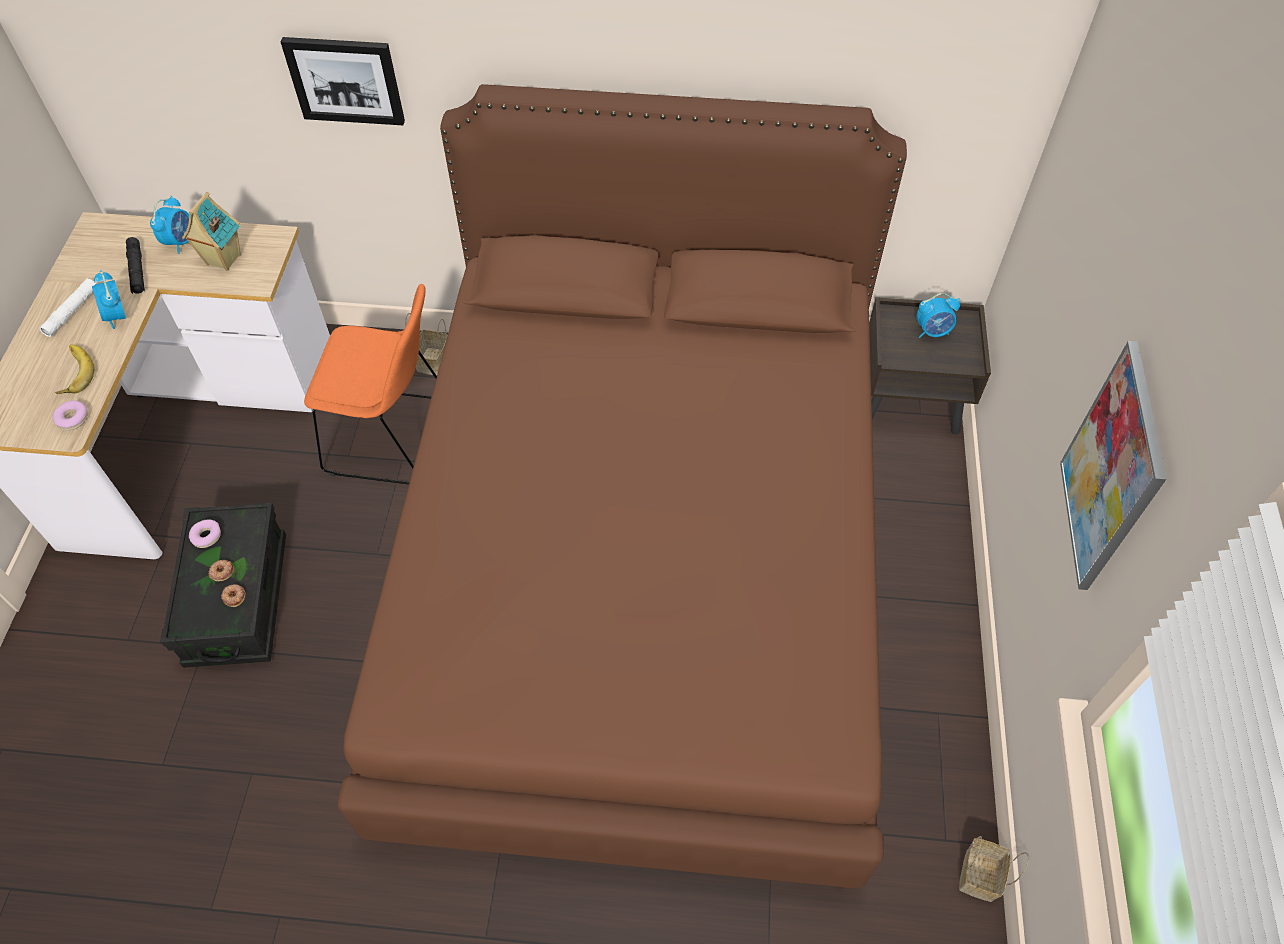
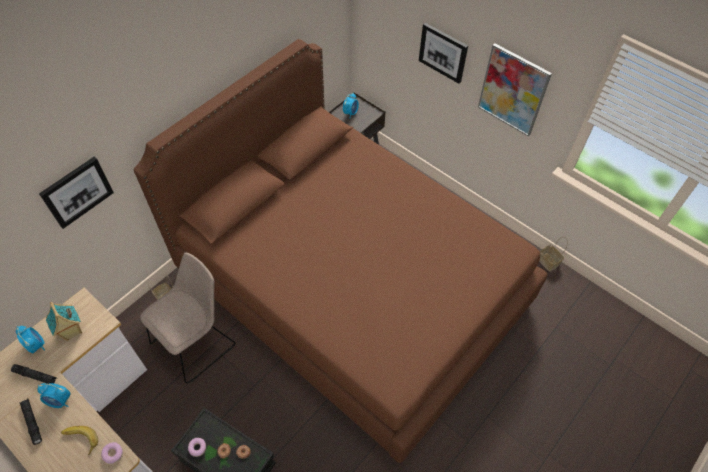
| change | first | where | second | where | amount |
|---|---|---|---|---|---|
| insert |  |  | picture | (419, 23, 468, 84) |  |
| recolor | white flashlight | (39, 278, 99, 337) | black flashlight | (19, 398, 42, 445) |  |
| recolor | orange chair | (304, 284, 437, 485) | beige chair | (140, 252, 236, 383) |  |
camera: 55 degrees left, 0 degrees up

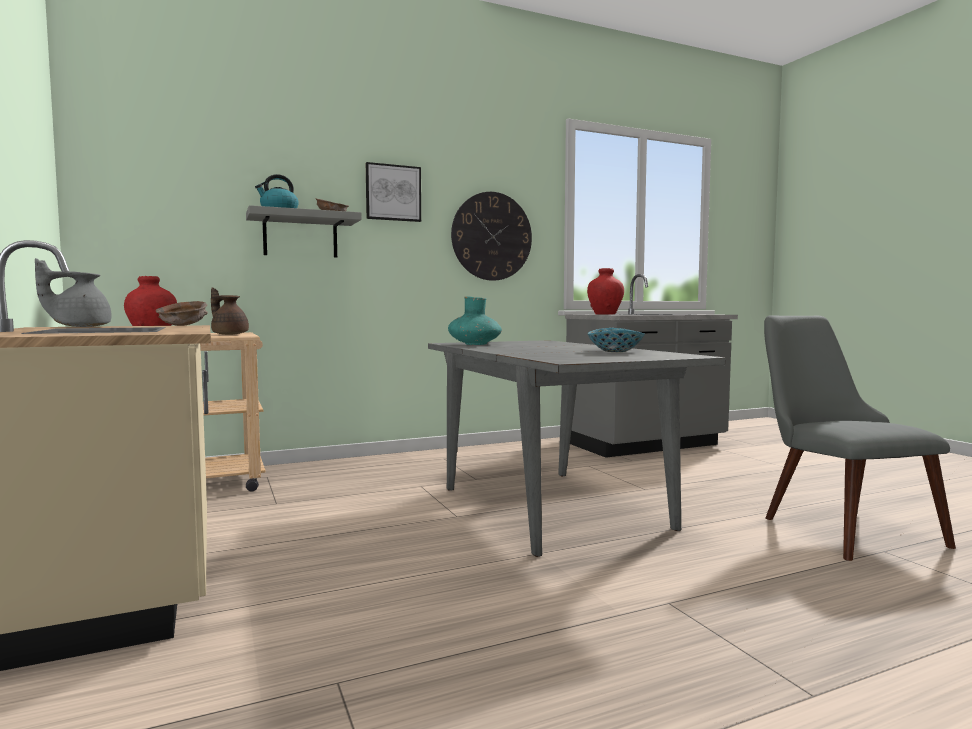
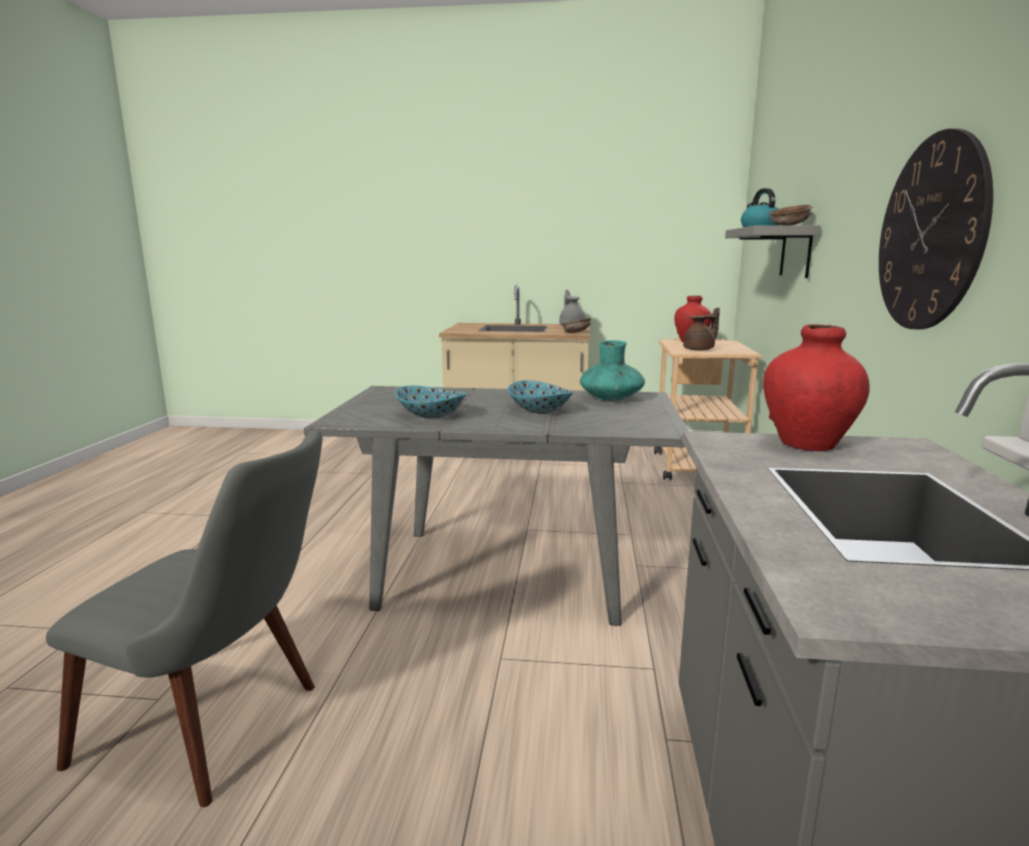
| change | first | where | second | where | amount |
|---|---|---|---|---|---|
| delete | picture | (366, 162, 421, 222) |  |  |  |
| insert |  |  | bowl | (507, 380, 573, 414) |  |
camera: 120 degrees right, 10 degrees up

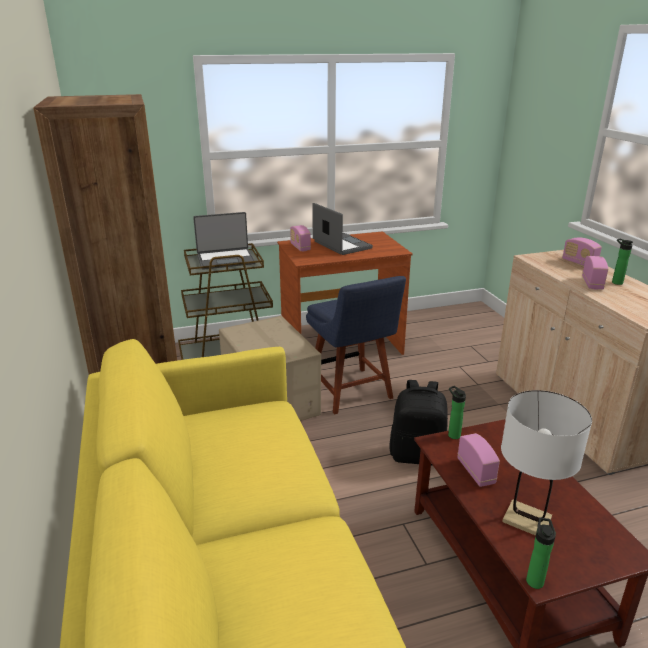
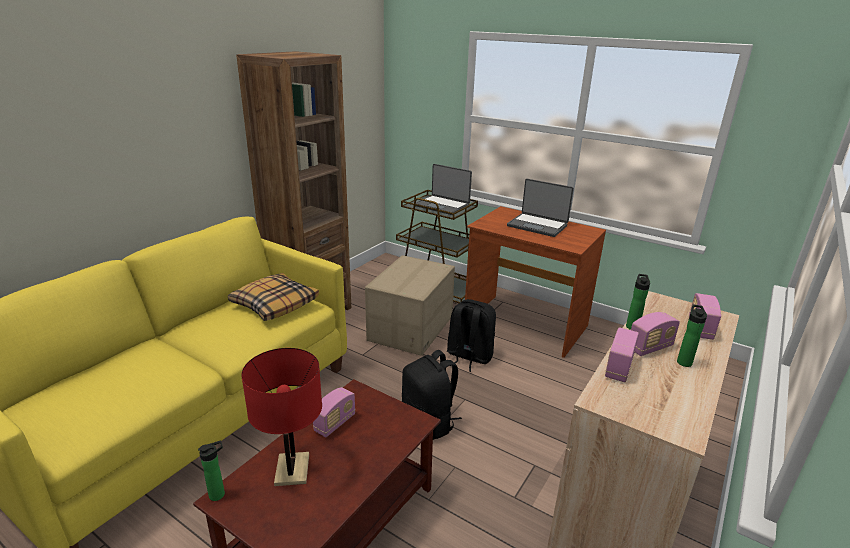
| change | first | where | second | where | amount |
|---|---|---|---|---|---|
| insert |  |  | pillow | (228, 273, 319, 321) |  |
| move | radio | (290, 225, 311, 251) |  | (605, 327, 639, 382) |  |
| move | bottle | (448, 386, 466, 439) |  | (626, 274, 650, 330) |  |
| replace | blue chair | (306, 276, 406, 415) | black backpack | (447, 299, 496, 372) |  |
| recolor | white table lamp | (501, 390, 592, 536) | red table lamp | (241, 348, 322, 486) |  |
| rotate | laptop | (312, 203, 373, 255) |  | (507, 179, 574, 237) | 105 degrees clockwise |
camera: 50 degrees right, 0 degrees up

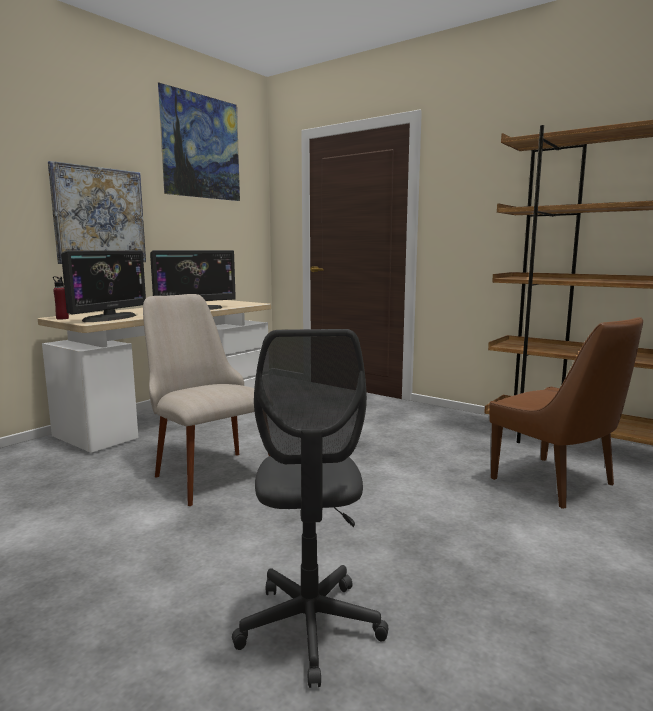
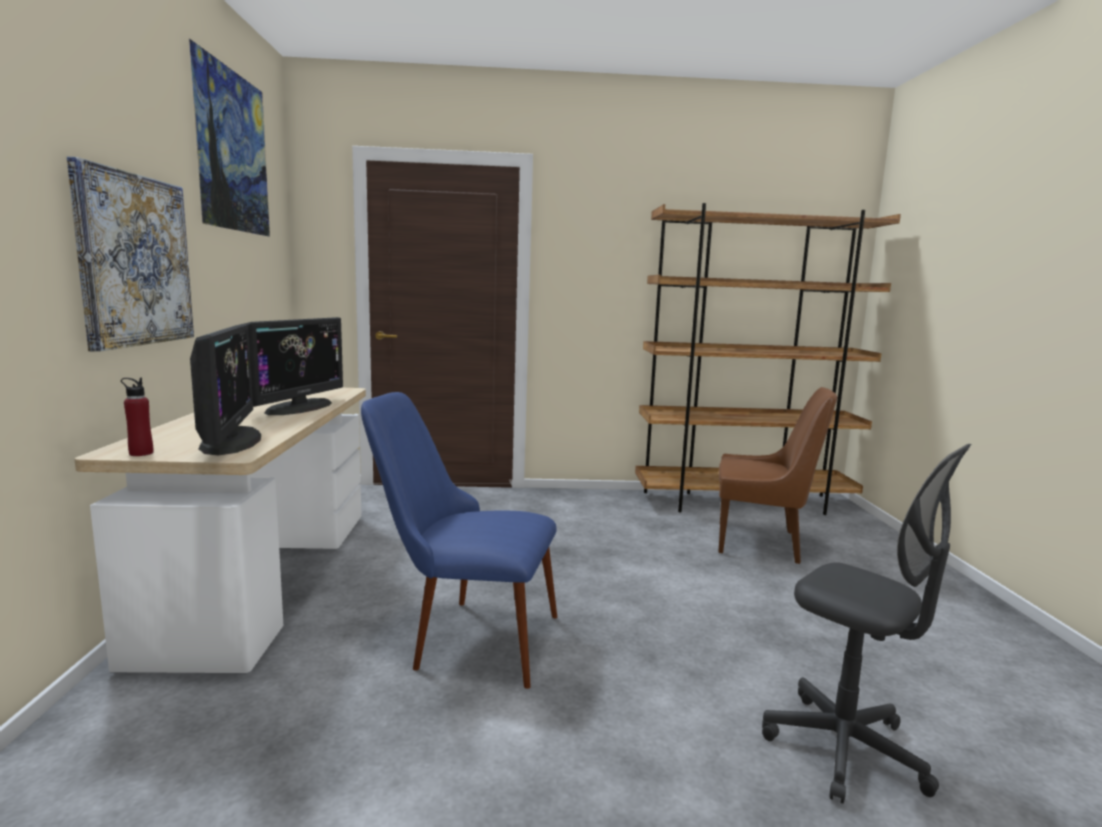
| change | first | where | second | where | amount |
|---|---|---|---|---|---|
| recolor | beige chair | (143, 294, 270, 506) | blue chair | (361, 392, 557, 689) |  |
camera: 40 degrees left, 0 degrees up

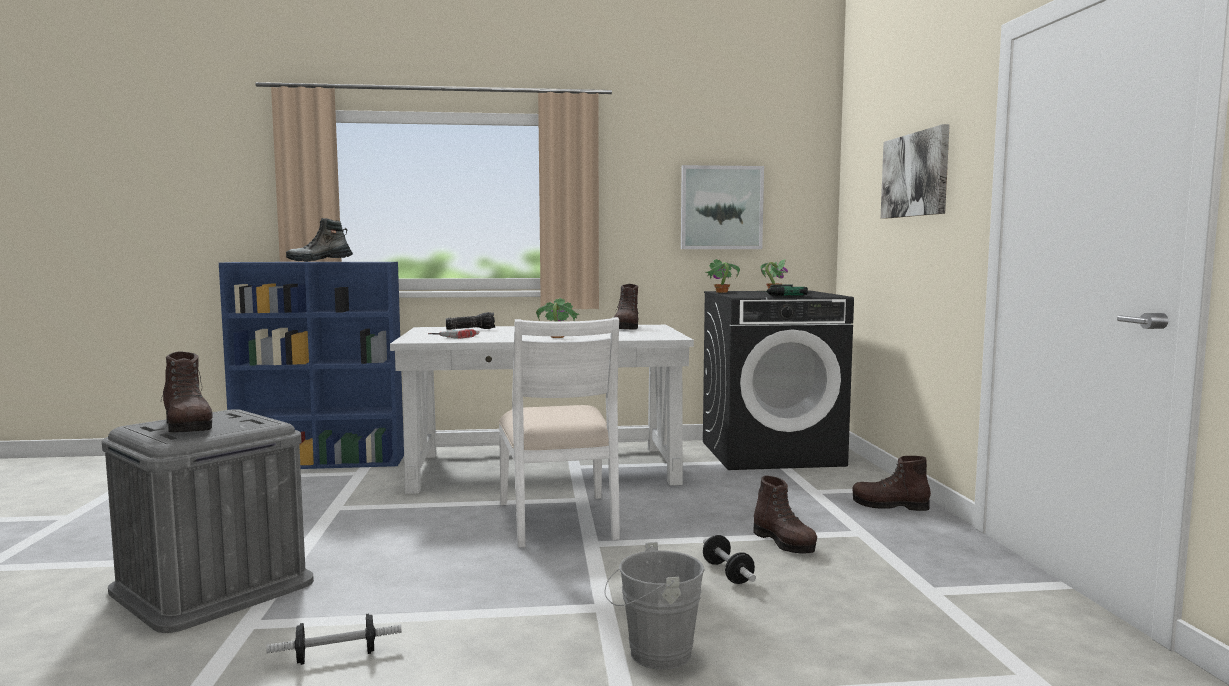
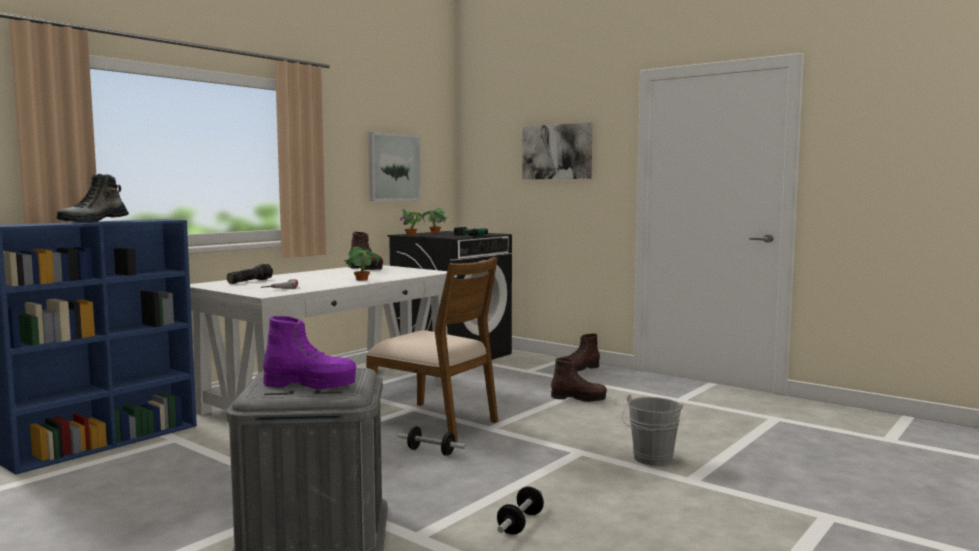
| change | first | where | second | where | amount |
|---|---|---|---|---|---|
| move | dumbbell | (703, 535, 756, 584) |  | (398, 426, 466, 456) |  |
| recolor | brown boot | (161, 351, 213, 432) | purple boot | (263, 316, 356, 389) |  |
| recolor | white chair | (499, 317, 620, 548) | brown chair | (366, 257, 498, 442) |  |
camera: 45 degrees left, 0 degrees up

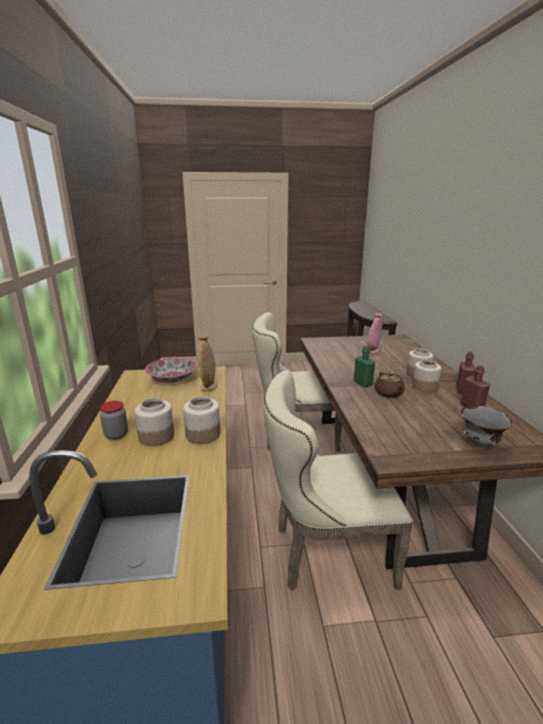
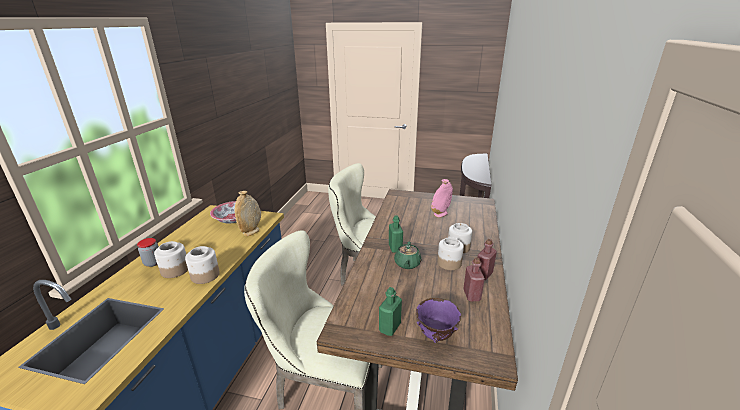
| change | first | where | second | where | amount |
|---|---|---|---|---|---|
| insert |  |  | green bottle | (379, 287, 402, 336) |  |
| recolor | brown teapot | (374, 372, 404, 398) | green teapot | (394, 242, 422, 269) |  |
| recolor | grey bowl | (461, 406, 512, 446) | purple bowl | (416, 298, 461, 343) |  |
camera: 20 degrees right, 5 degrees up

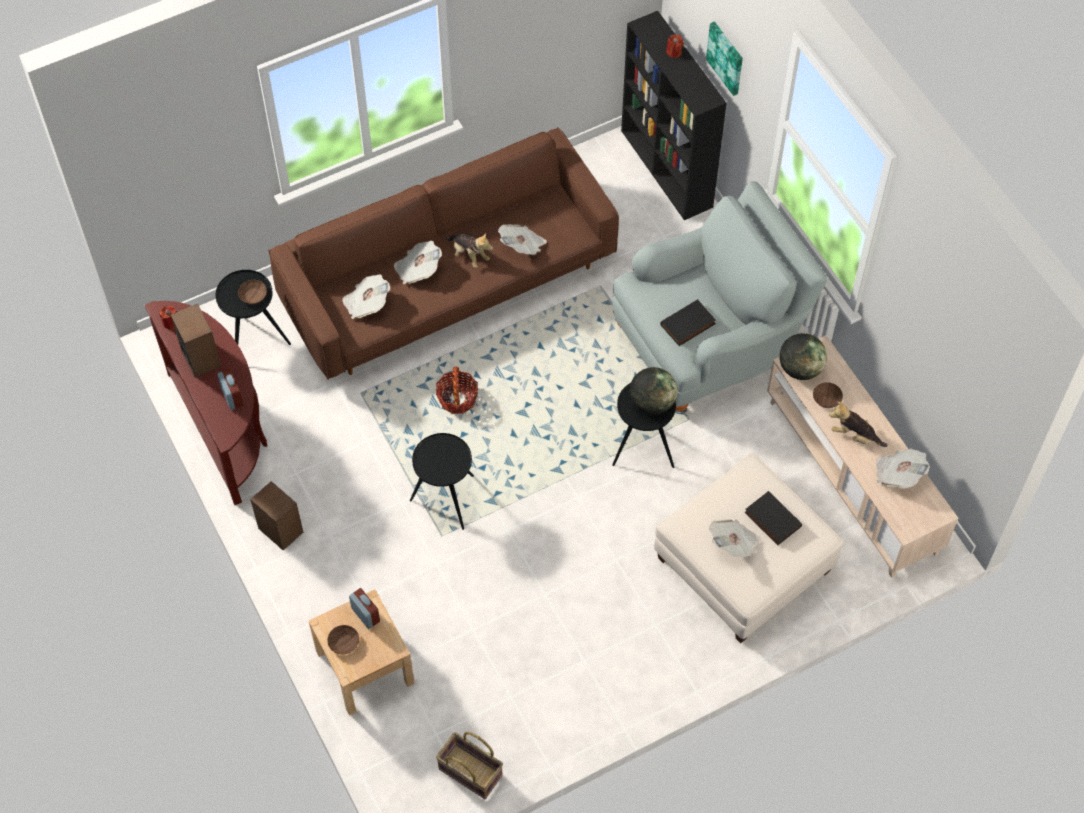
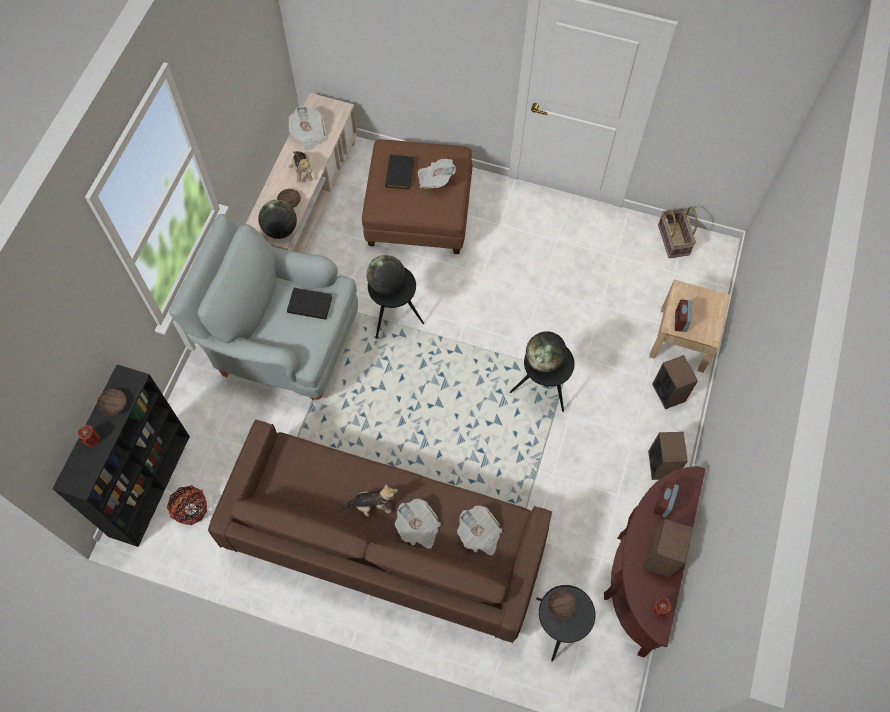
| change | first | where | second | where | amount |
|---|---|---|---|---|---|
| delete | newspaper | (498, 225, 547, 255) |  |  |  |
| delete | picture | (706, 21, 743, 96) |  |  |  |
| insert |  |  | globe | (526, 331, 567, 372) |  |
| insert |  |  | speaker | (652, 355, 698, 409) |  |
| move | brown bowl | (327, 625, 359, 654) |  | (97, 389, 126, 416) |  |
| move | basket | (436, 366, 478, 414) |  | (167, 485, 207, 525) |  |
| recolor | white ottoman | (654, 453, 843, 643) | brown ottoman | (362, 139, 472, 254) |  |
| rotate | plush toy | (445, 233, 493, 268) |  | (343, 484, 398, 517) | 90 degrees clockwise |
camera: 135 degrees left, 5 degrees up

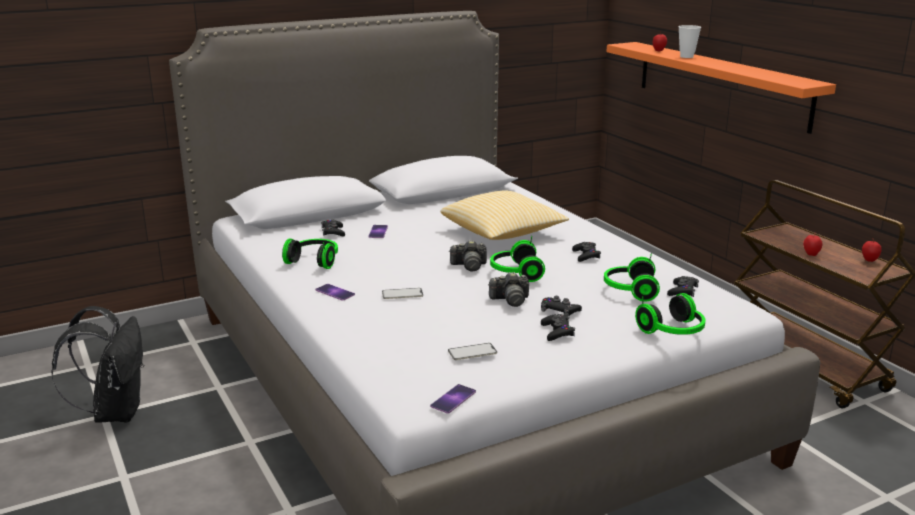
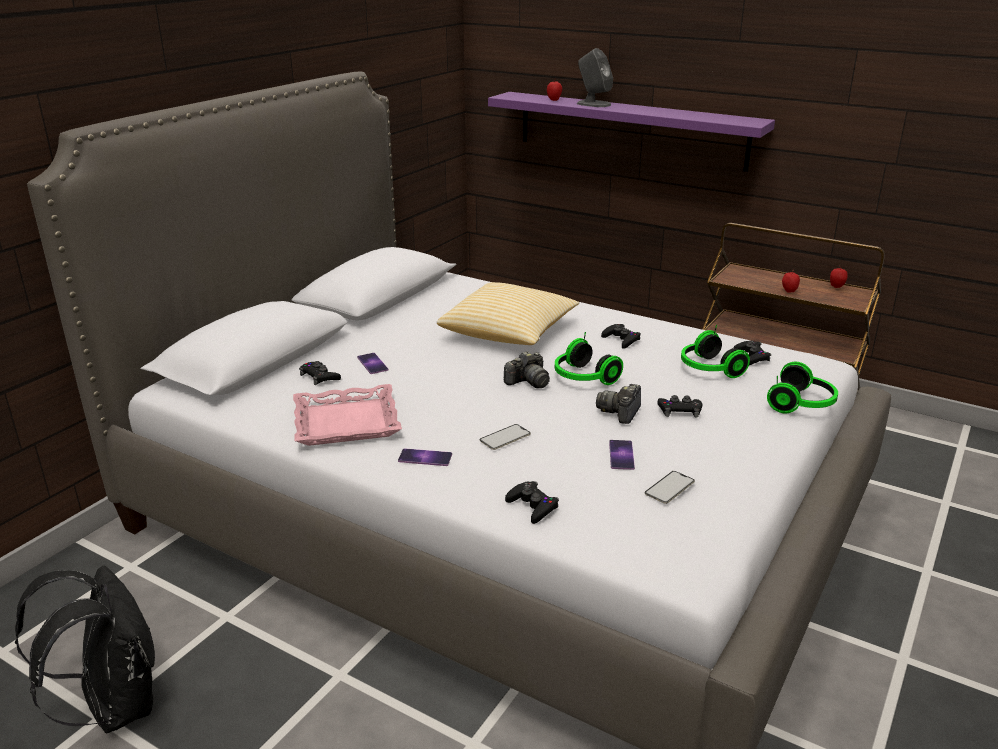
| change | first | where | second | where | amount |
|---|---|---|---|---|---|
| move | phone | (430, 384, 476, 414) |  | (609, 440, 635, 470) |  |
| move | black game controller | (541, 314, 575, 341) |  | (505, 481, 559, 524) |  |
| replace | headphones | (282, 239, 338, 269) | pink tray | (293, 384, 402, 446) |  |
| replace | cup | (678, 25, 701, 58) | grey speaker | (577, 48, 613, 107) |  |
| recolor | orange shelf | (607, 42, 836, 134) | purple shelf | (488, 92, 775, 172) |  |
| rotate | photo camera | (488, 272, 529, 307) |  | (596, 384, 641, 424) | 150 degrees clockwise |
camera: 30 degrees left, 5 degrees up

